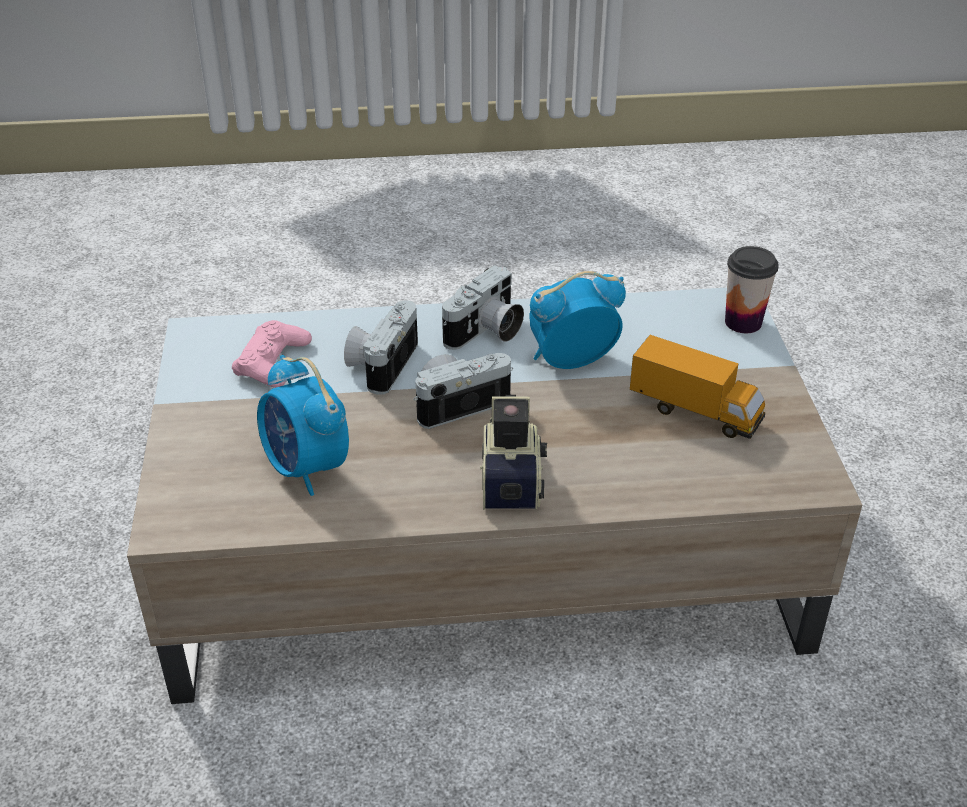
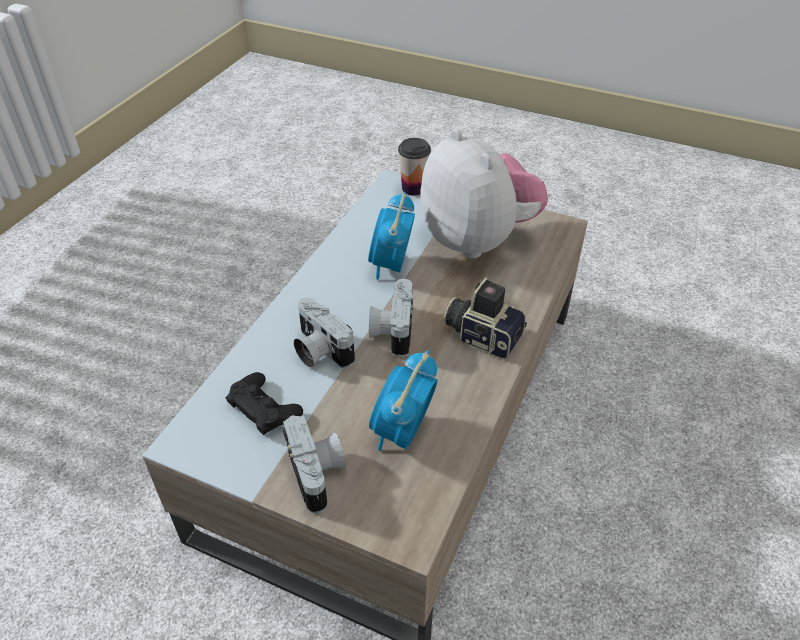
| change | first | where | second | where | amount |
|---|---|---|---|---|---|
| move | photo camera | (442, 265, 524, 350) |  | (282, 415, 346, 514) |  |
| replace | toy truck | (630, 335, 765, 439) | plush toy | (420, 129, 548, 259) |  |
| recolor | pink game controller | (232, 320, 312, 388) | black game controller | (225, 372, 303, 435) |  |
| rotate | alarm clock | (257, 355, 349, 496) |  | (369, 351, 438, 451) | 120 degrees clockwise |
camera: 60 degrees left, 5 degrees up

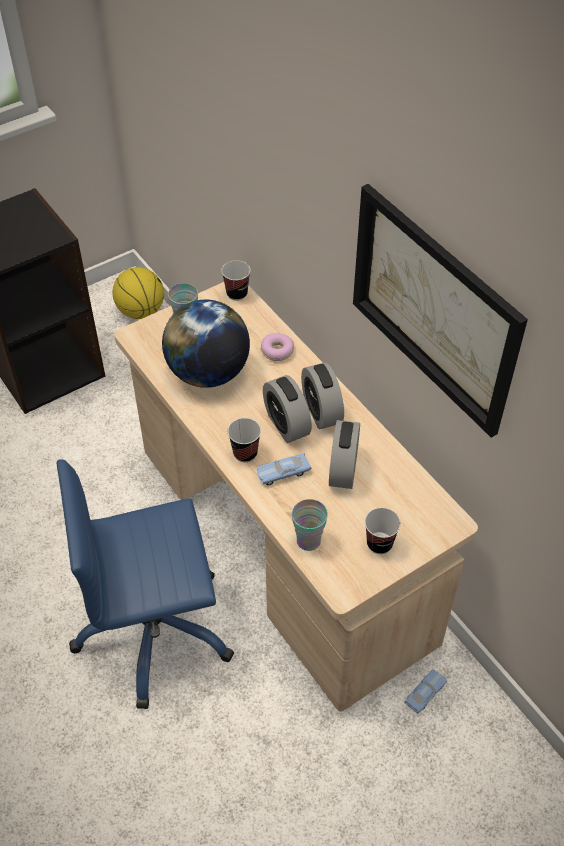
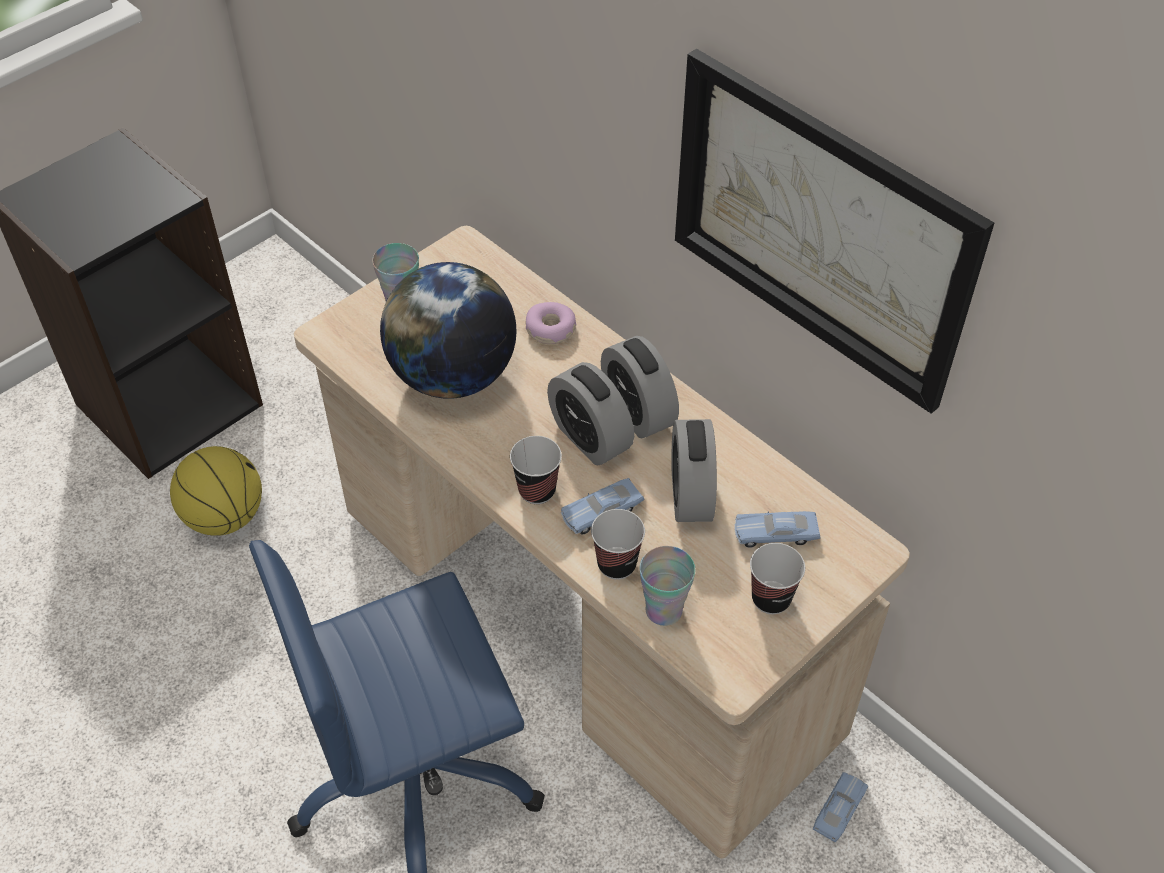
| change | first | where | second | where | amount |
|---|---|---|---|---|---|
| insert |  |  | blue toy car | (734, 511, 821, 548) |  |
| move | basketball | (113, 267, 164, 319) |  | (170, 446, 262, 536) |  |
| move | cup | (221, 260, 251, 301) |  | (591, 509, 645, 580) |  |
camera: 10 degrees left, 0 degrees up

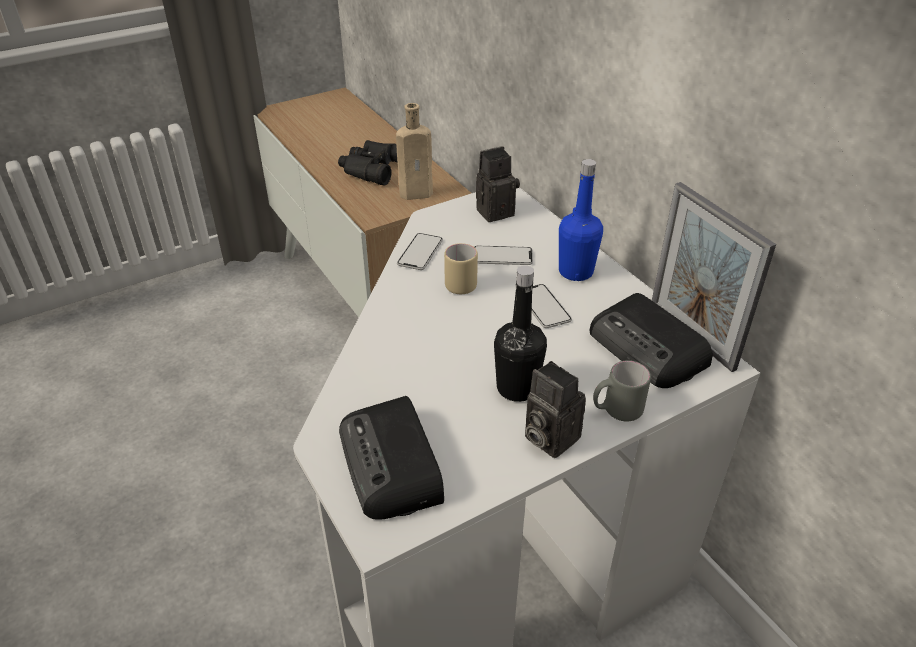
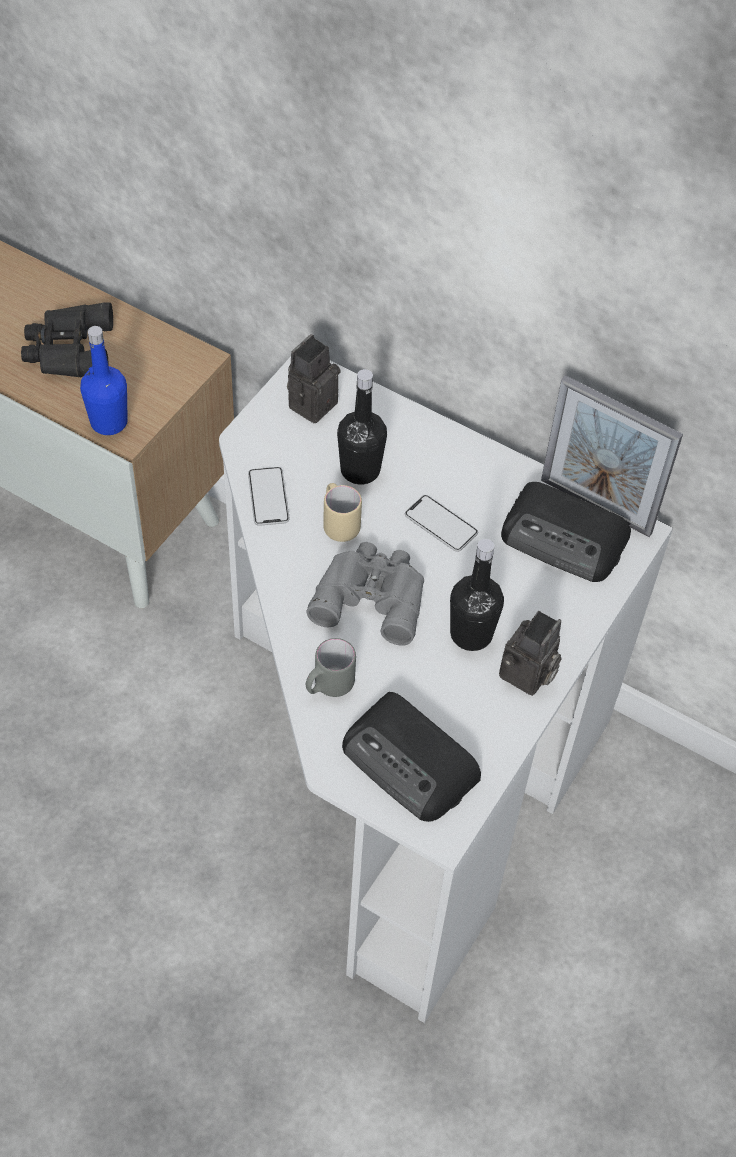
| change | first | where | second | where | amount |
|---|---|---|---|---|---|
| delete | beige bottle | (396, 103, 433, 200) |  |  |  |
| insert |  |  | grey binoculars | (307, 542, 424, 646) |  |
| move | blue bottle | (559, 159, 603, 281) |  | (80, 326, 128, 435) |  |
| move | grey mug | (593, 360, 651, 422) |  | (306, 638, 356, 697) |  |
| replace | phone | (474, 246, 533, 265) | black bottle | (337, 369, 387, 485) |  |
| rotate | photo camera | (525, 361, 586, 458) |  | (499, 611, 562, 696) | 75 degrees counterclockwise |
camera: 30 degrees left, 15 degrees up

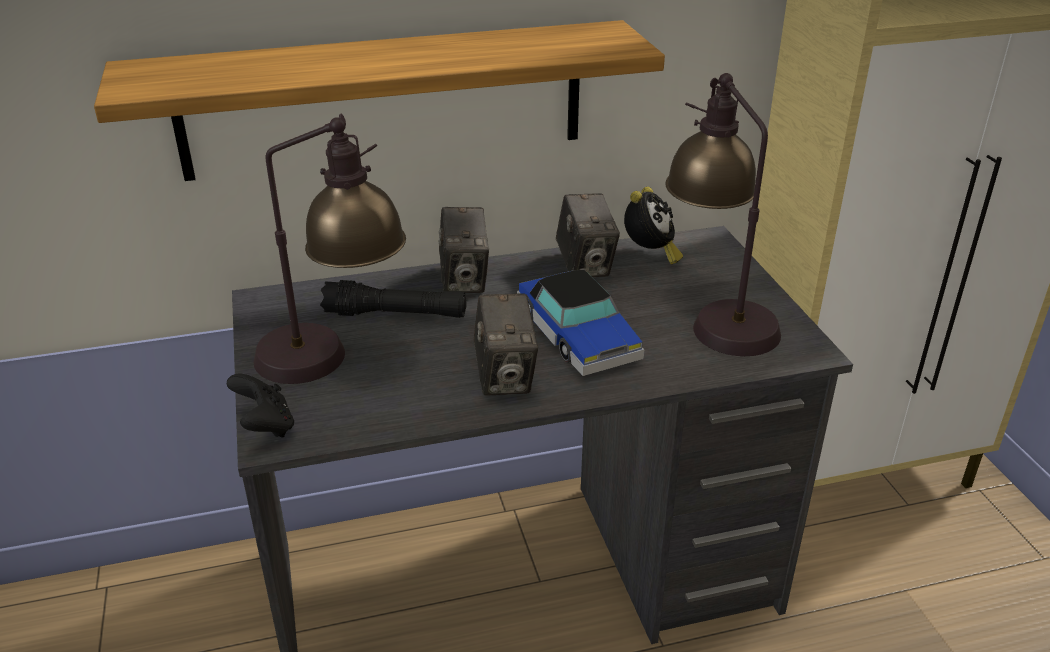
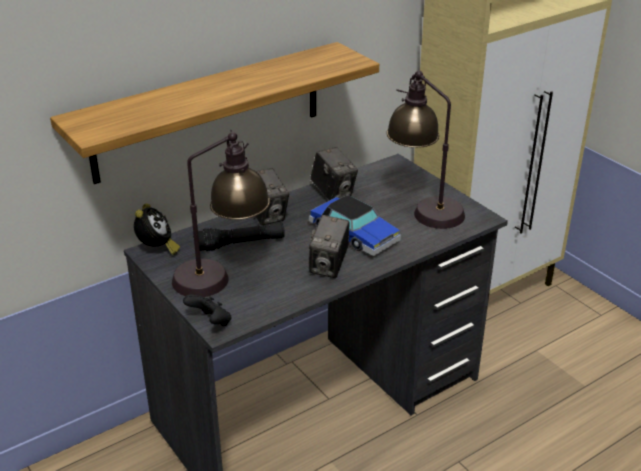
| change | first | where | second | where | amount |
|---|---|---|---|---|---|
| move | alarm clock | (624, 187, 683, 264) |  | (134, 203, 180, 255) |  |
| rotate | photo camera | (473, 294, 538, 396) |  | (309, 215, 349, 278) | 45 degrees clockwise |
camera: 20 degrees left, 0 degrees up

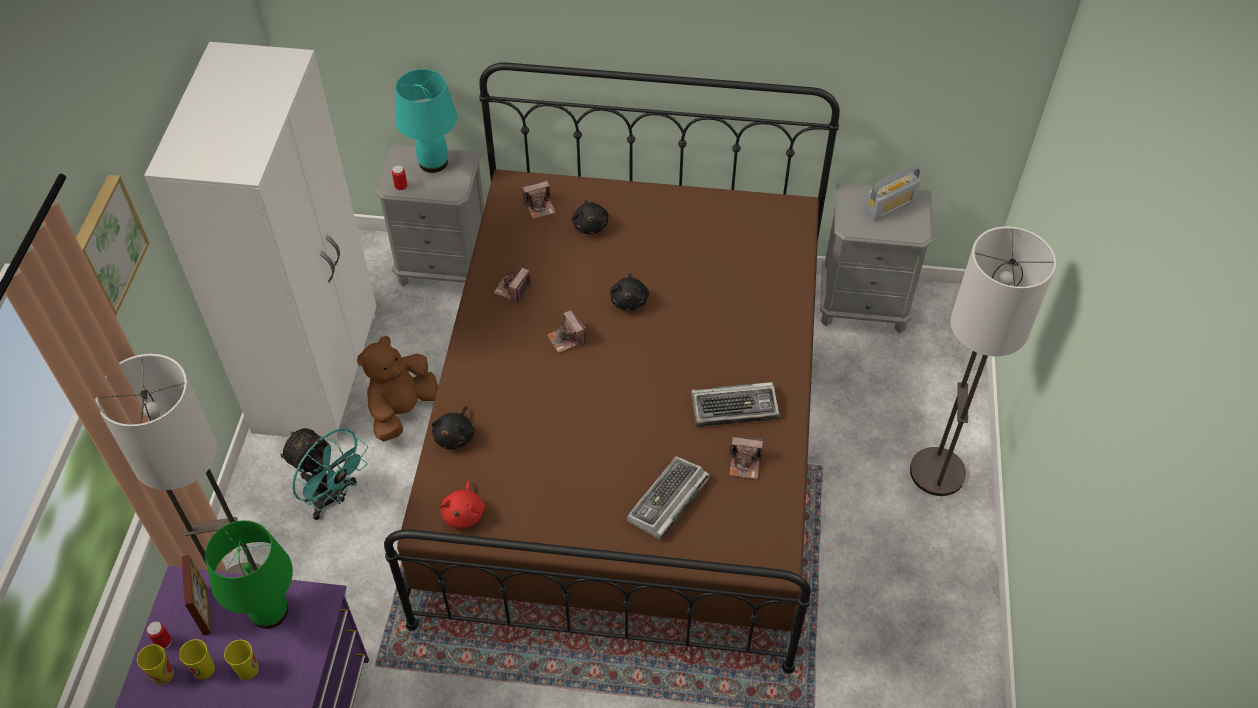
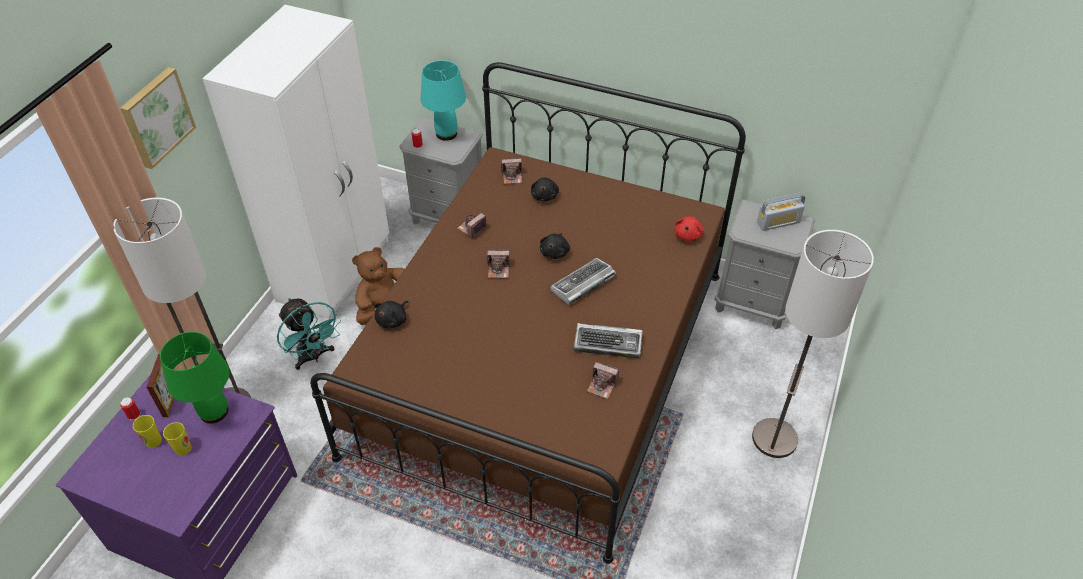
| change | first | where | second | where | amount |
|---|---|---|---|---|---|
| delete | cup | (137, 644, 174, 685) |  |  |  |
| move | red plush toy | (440, 481, 485, 529) |  | (674, 216, 704, 241) |  |
| move | keyboard | (626, 456, 710, 540) |  | (550, 258, 616, 305) |  |
| rotate | photo camera | (547, 310, 587, 353) |  | (487, 249, 510, 278) | 75 degrees counterclockwise |
camera: 15 degrees right, 5 degrees down

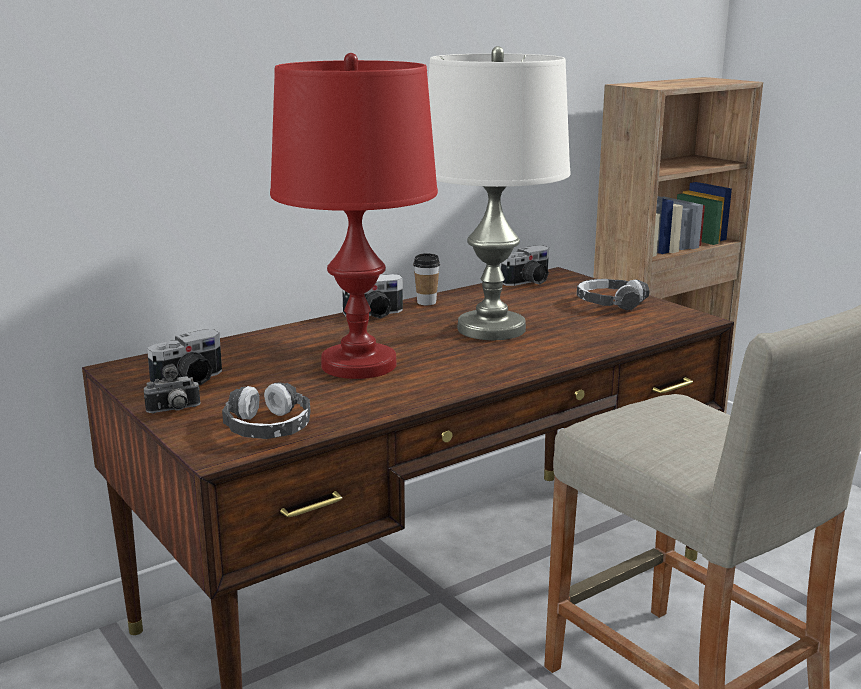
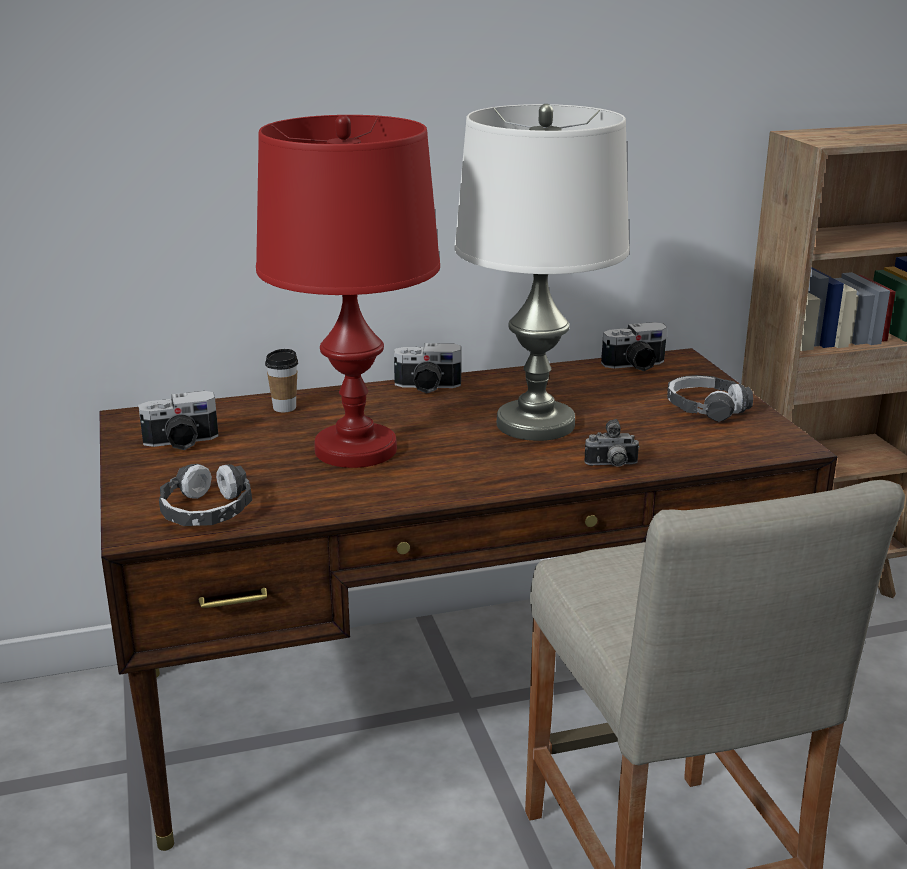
| change | first | where | second | where | amount |
|---|---|---|---|---|---|
| move | photo camera | (144, 364, 201, 413) |  | (584, 419, 640, 466) |  |
| move | cup | (413, 253, 440, 305) |  | (265, 349, 298, 412) |  |
camera: 20 degrees right, 5 degrees up

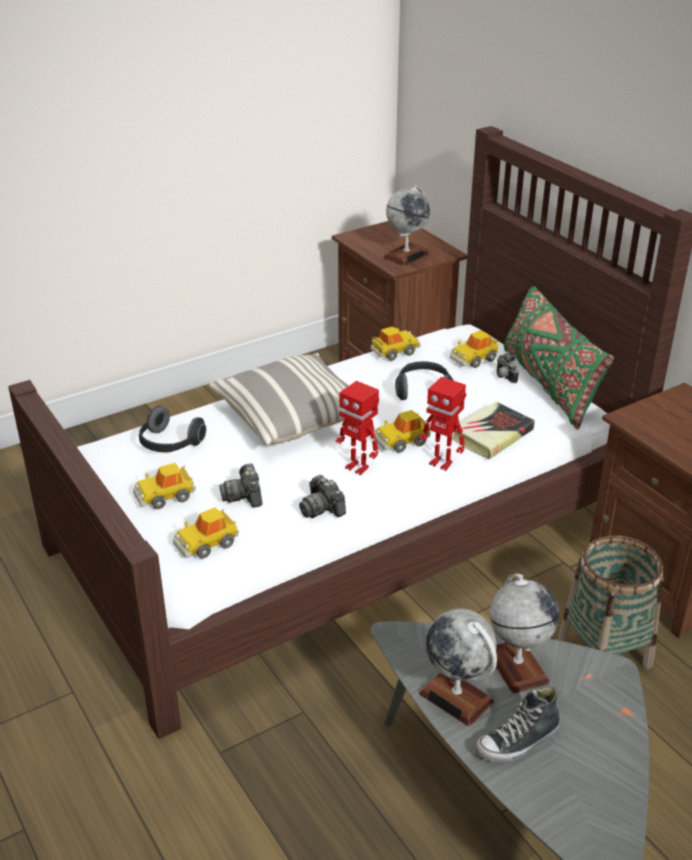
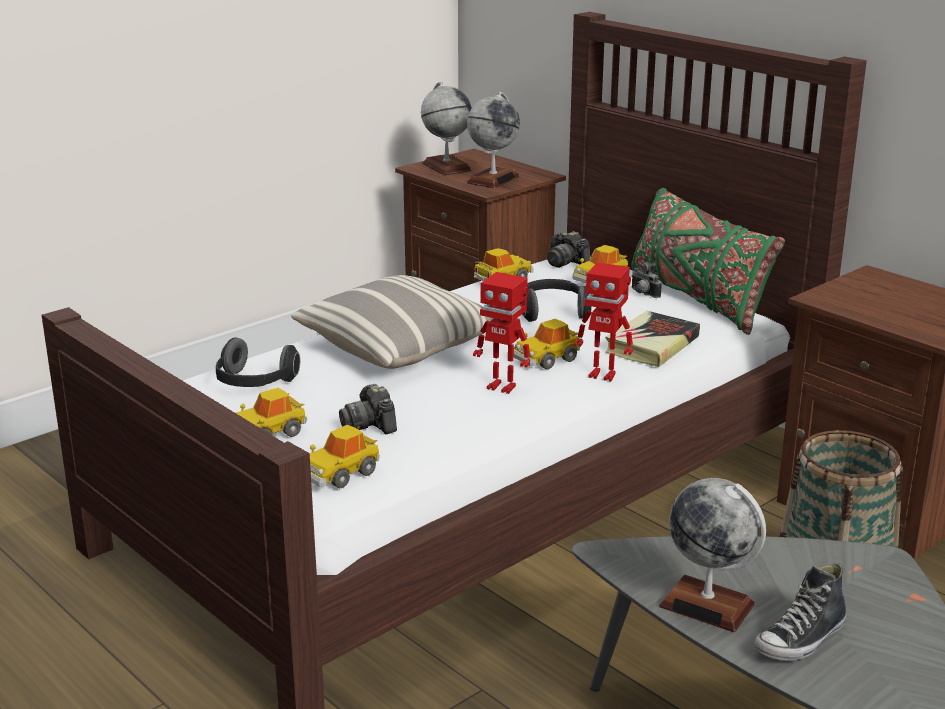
| change | first | where | second | where | amount |
|---|---|---|---|---|---|
| move | photo camera | (299, 475, 346, 518) |  | (547, 231, 590, 268) |  |
| move | globe | (490, 574, 559, 694) |  | (421, 82, 472, 175) |  |
camera: 10 degrees left, 10 degrees down

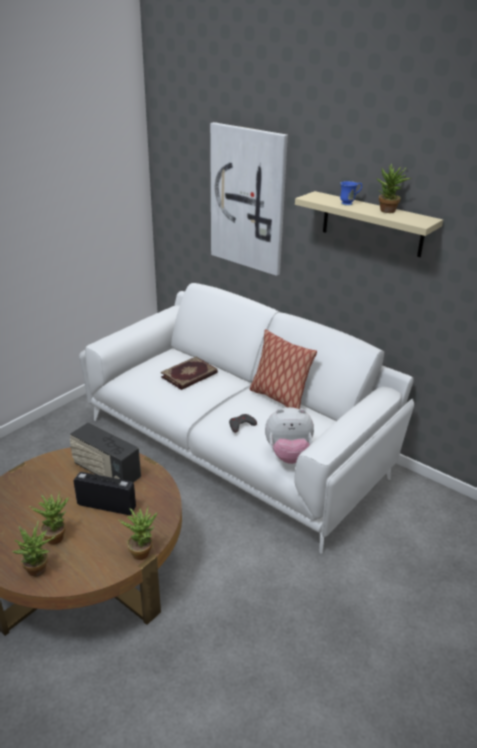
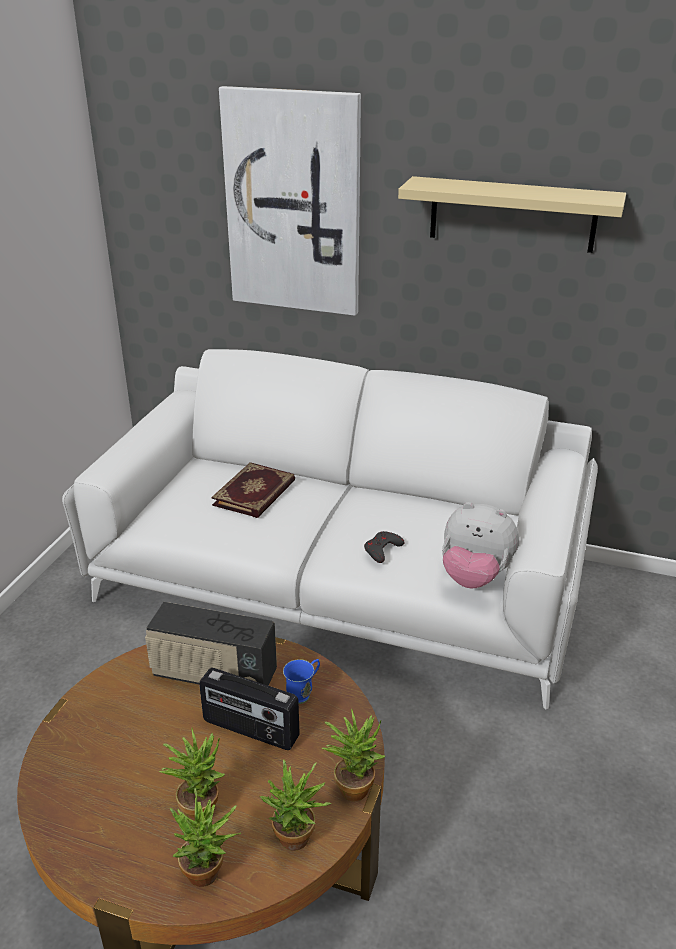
| change | first | where | second | where | amount |
|---|---|---|---|---|---|
| delete | pillow | (250, 329, 317, 409) |  |  |  |
| move | blue mug | (340, 181, 362, 206) |  | (283, 659, 320, 704) |  |
| move | potted plant | (377, 164, 412, 213) |  | (259, 760, 332, 851) |  |
| rotate | radio | (74, 472, 136, 515) |  | (199, 668, 300, 750) | 150 degrees counterclockwise |
| rotate | plush toy | (265, 407, 314, 464) |  | (442, 502, 519, 589) | 45 degrees clockwise |
camera: 20 degrees left, 0 degrees up

